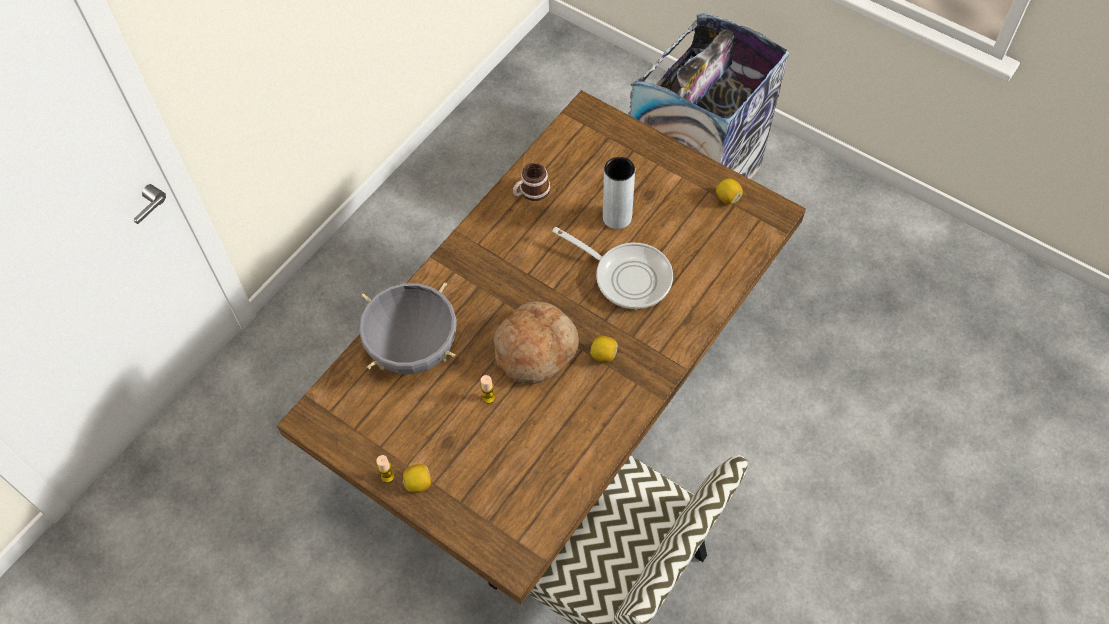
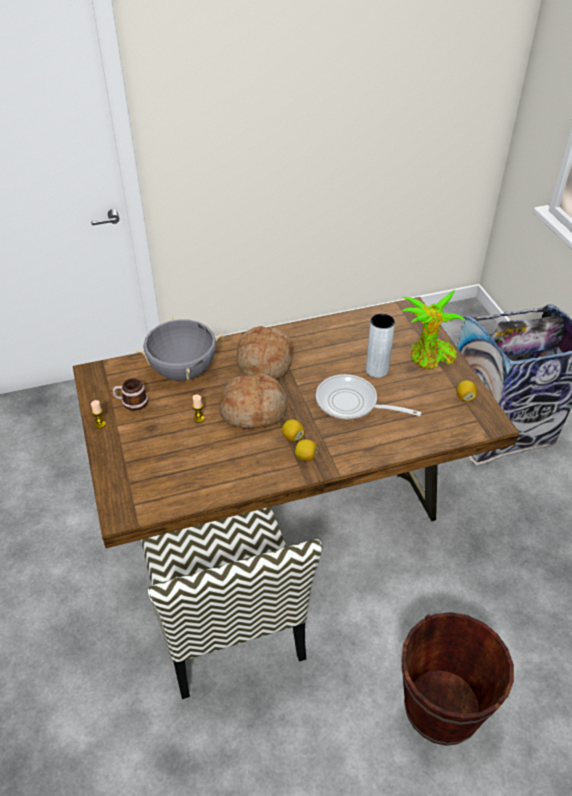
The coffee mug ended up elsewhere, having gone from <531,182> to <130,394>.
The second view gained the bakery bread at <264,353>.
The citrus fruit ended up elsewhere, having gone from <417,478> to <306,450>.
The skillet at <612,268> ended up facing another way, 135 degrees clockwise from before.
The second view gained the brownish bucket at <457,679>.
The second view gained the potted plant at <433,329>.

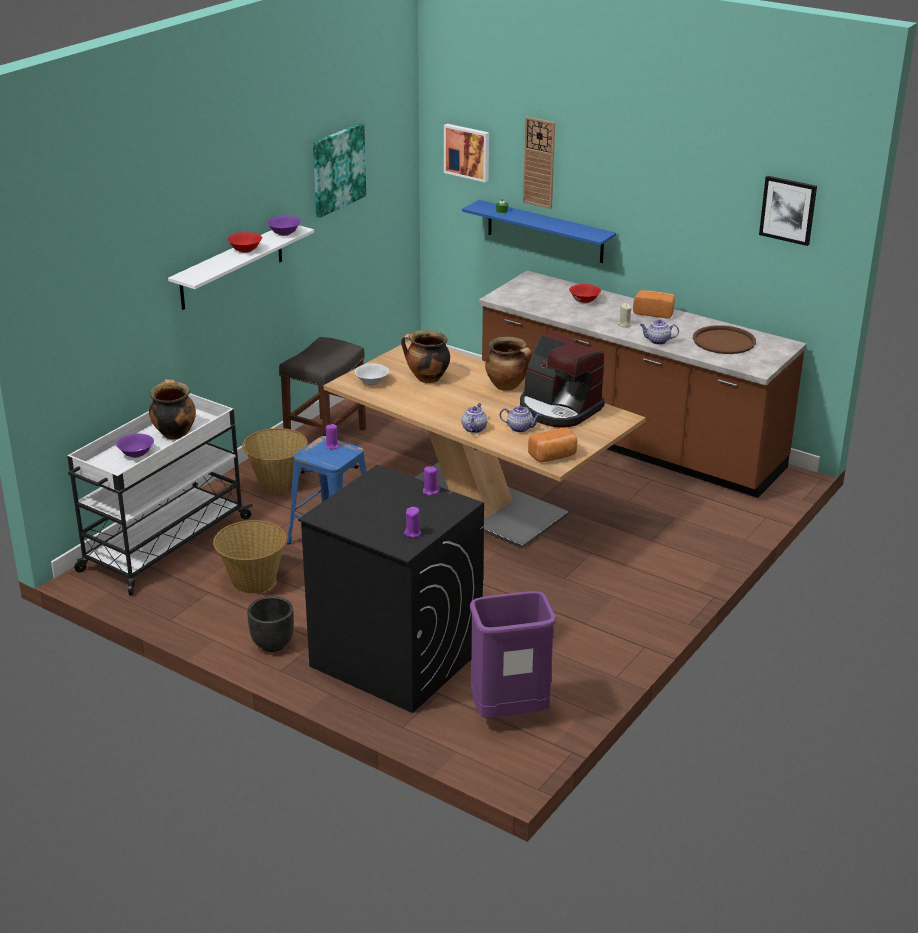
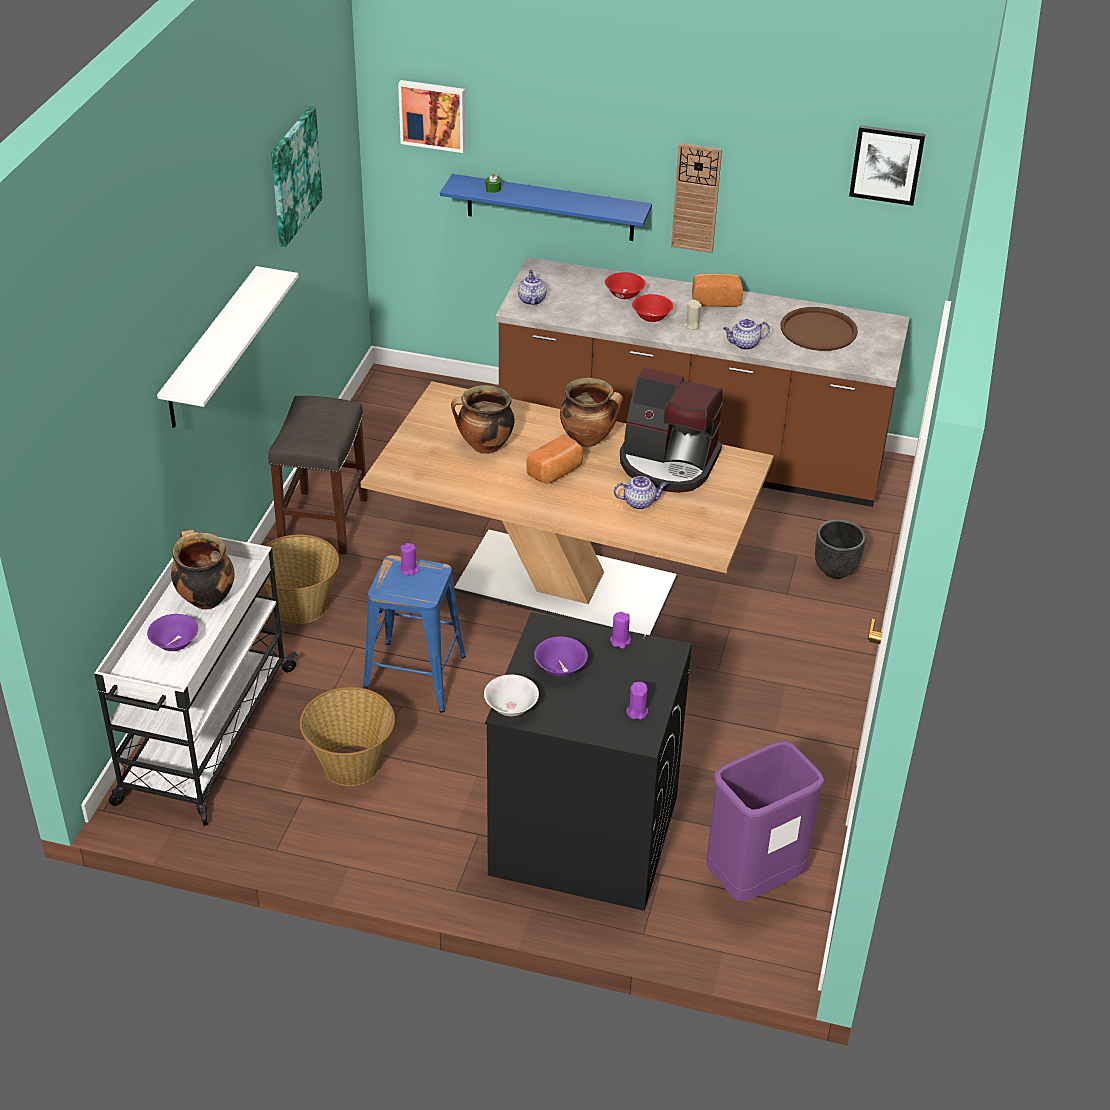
The whitish bowl ended up elsewhere, having gone from <372,374> to <511,695>.
The teapot ended up elsewhere, having gone from <474,418> to <532,287>.
The bakery bread ended up elsewhere, having gone from <553,444> to <554,459>.
The purple bowl ended up elsewhere, having gone from <284,226> to <561,656>.
The red-coloured bowl ended up elsewhere, having gone from <244,242> to <652,308>.
The clock on the wall ended up elsewhere, having gone from <539,163> to <696,198>.
The blackish flower pot ended up elsewhere, having gone from <270,624> to <840,549>.

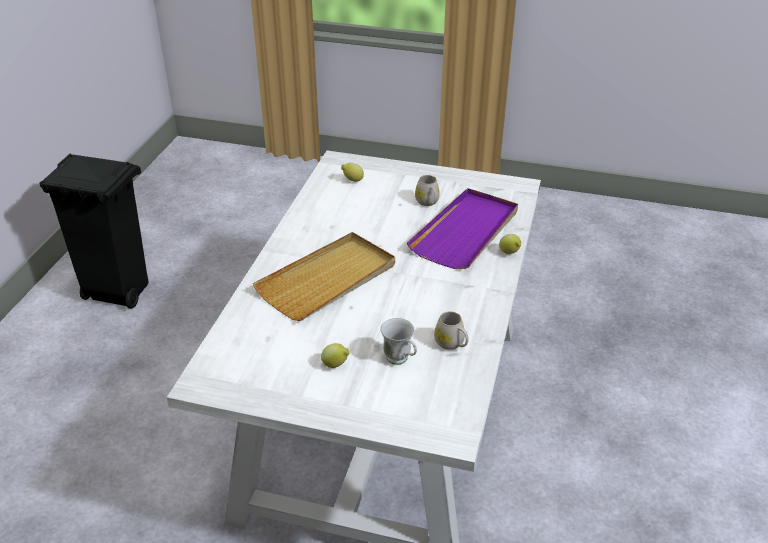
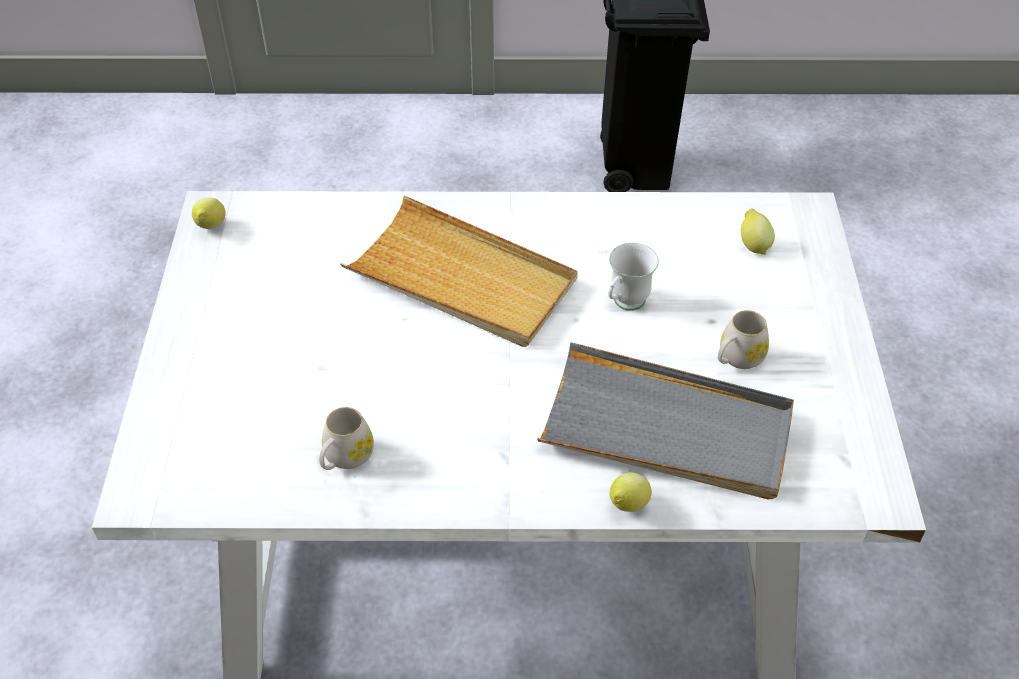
The citrus fruit ended up elsewhere, having gone from <335,355> to <208,213>.
What was the purple serving tray at <462,228> turned into the grey serving tray at <665,420>.
The whitish coffee mug ended up elsewhere, having gone from <399,341> to <633,277>.

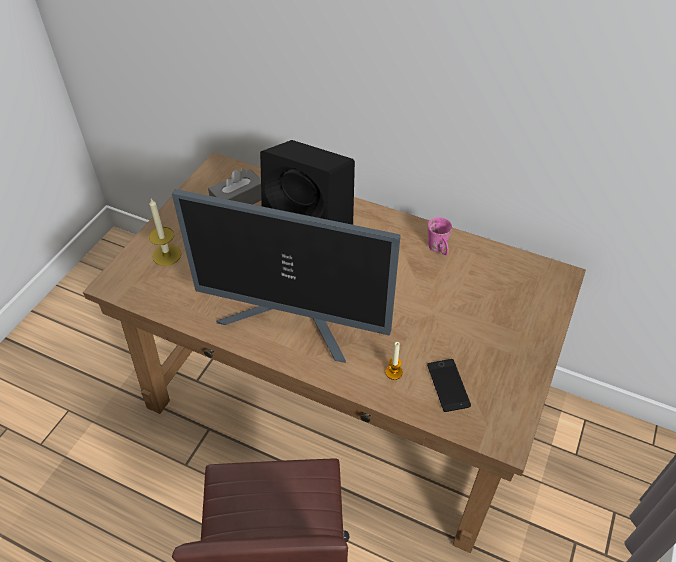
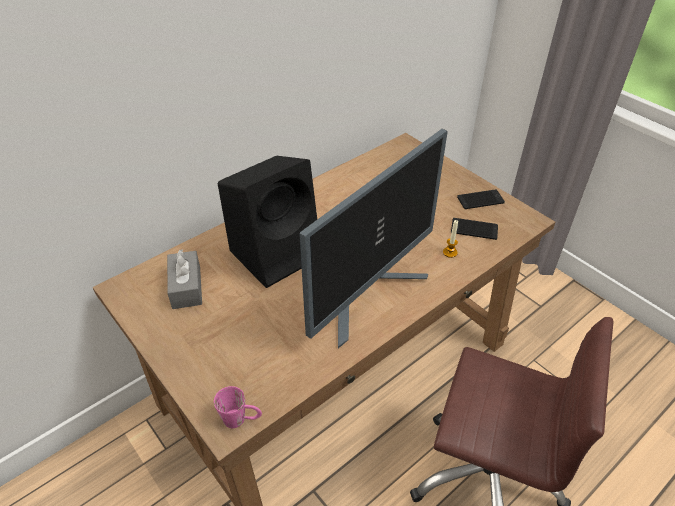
The pinkish coffee mug ended up elsewhere, having gone from <440,236> to <238,407>.
The second view gained the telephone at <481,199>.
The second view lost the candle at <165,232>.

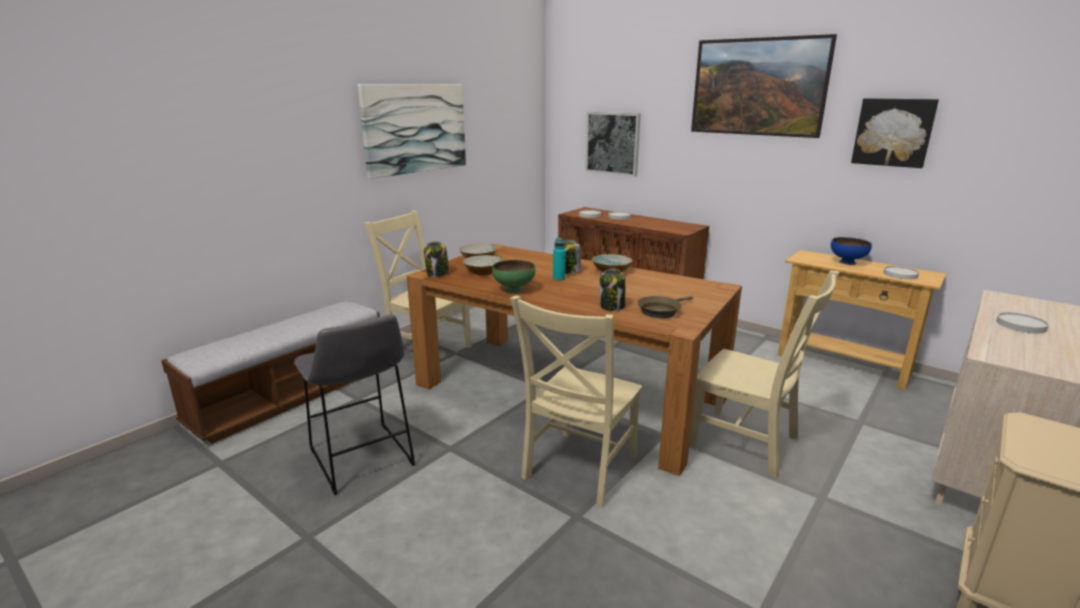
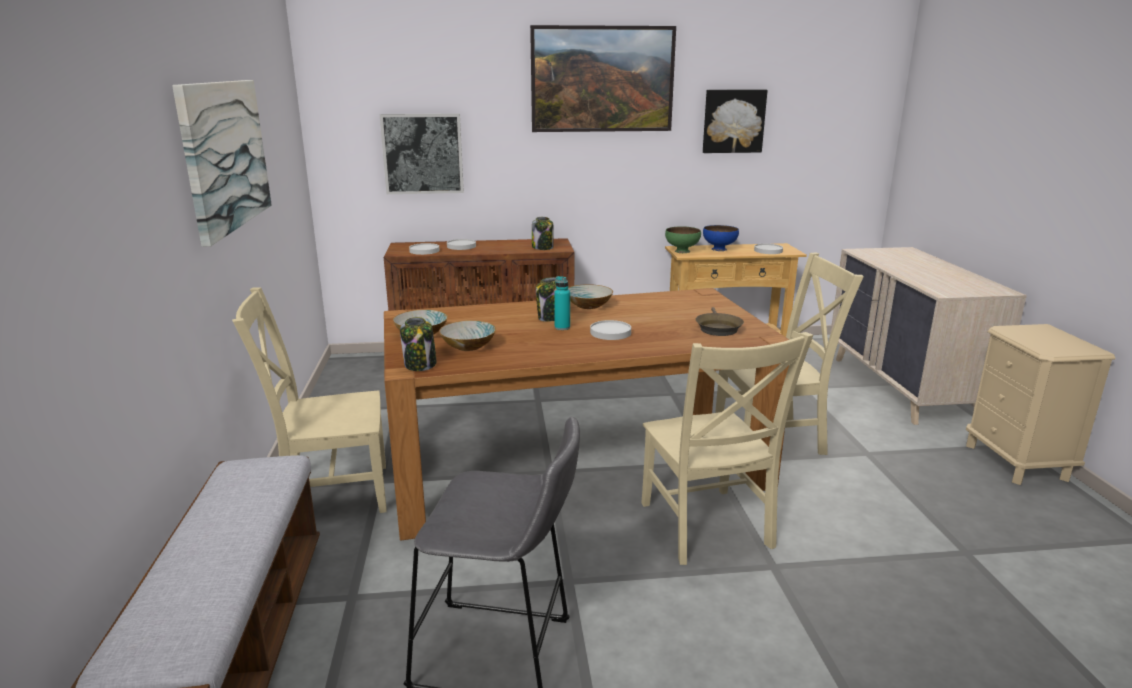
The jar ended up elsewhere, having gone from <612,290> to <543,233>.
The whitish dinner plate ended up elsewhere, having gone from <1022,322> to <610,330>.
The greenish bowl ended up elsewhere, having gone from <513,277> to <683,239>.

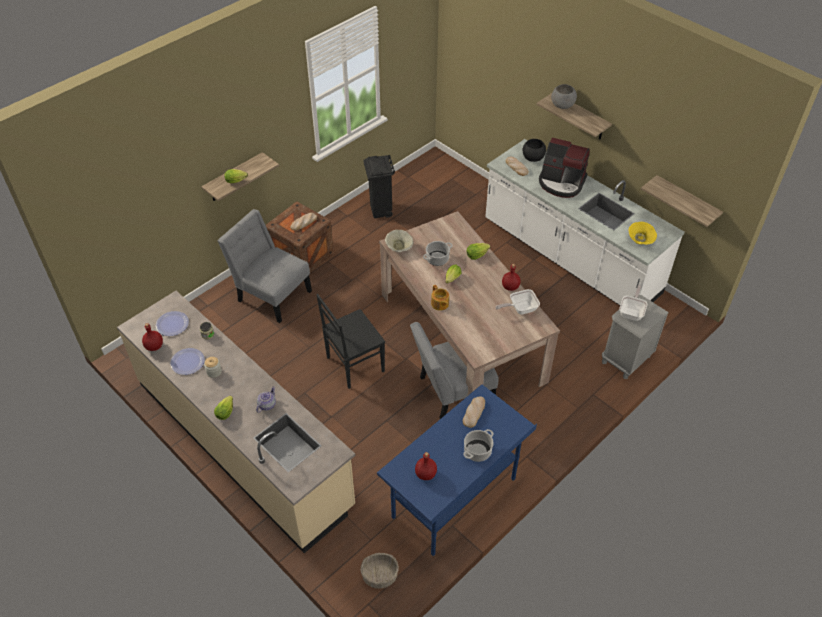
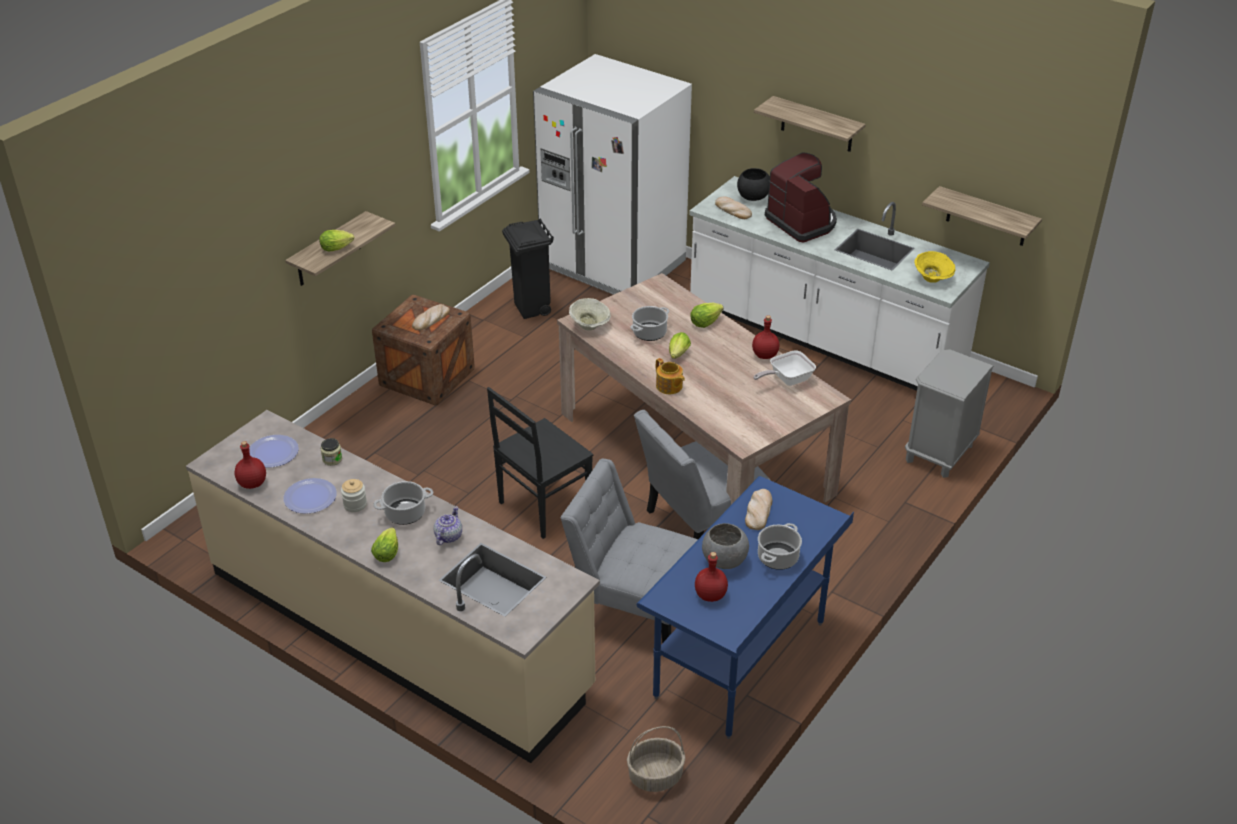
The second view gained the saucepot at <403,503>.
The second view gained the whitish refrigerator at <612,174>.
The grey chair ended up elsewhere, having gone from <264,266> to <629,551>.
The grey bowl ended up elsewhere, having gone from <564,96> to <725,546>.
The coffee machine at <564,167> ended up facing another way, 135 degrees counterclockwise from before.
The second view lost the skillet at <633,303>.

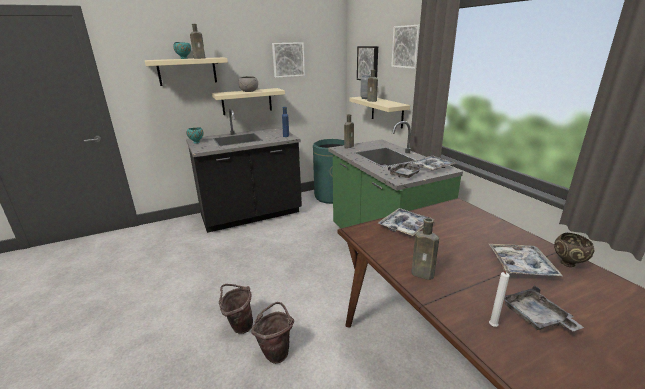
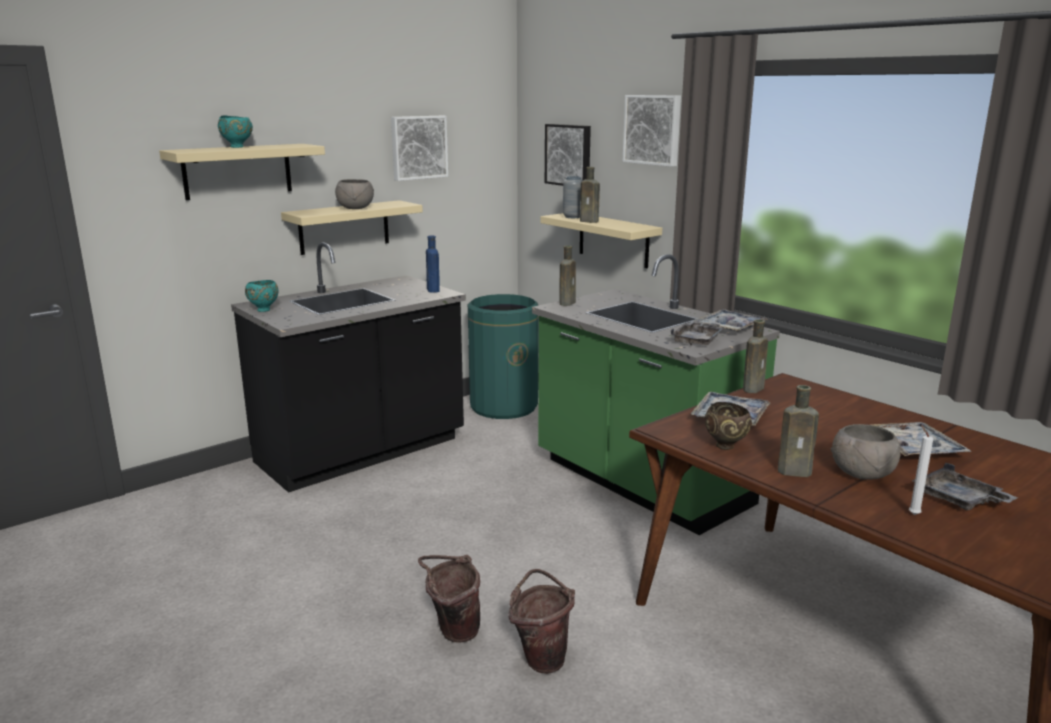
The brownish bowl ended up elsewhere, having gone from <574,250> to <728,426>.
The brownish beverage bottle ended up elsewhere, having gone from <198,41> to <755,356>.
The second view gained the grey bowl at <866,452>.

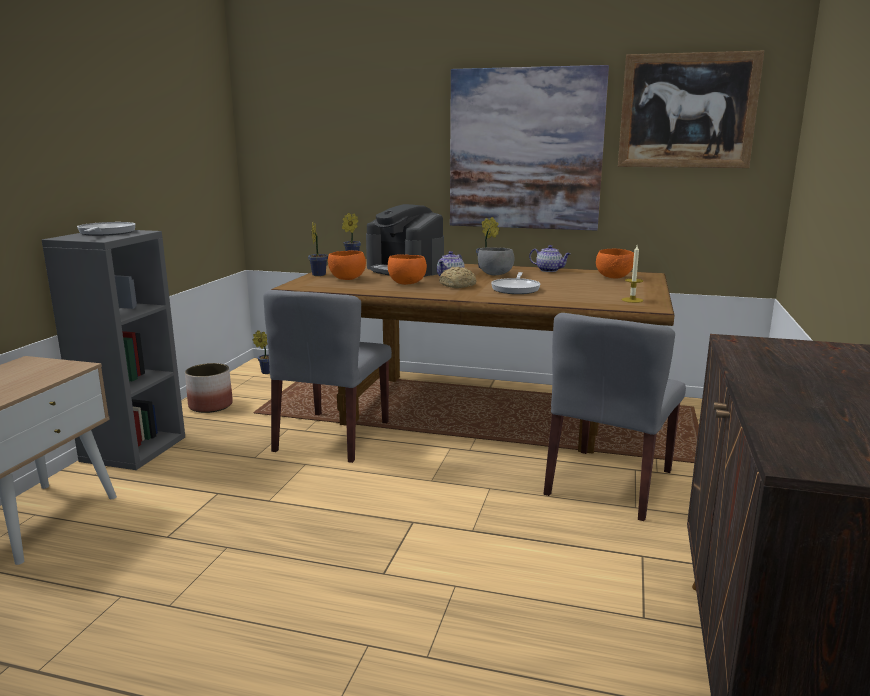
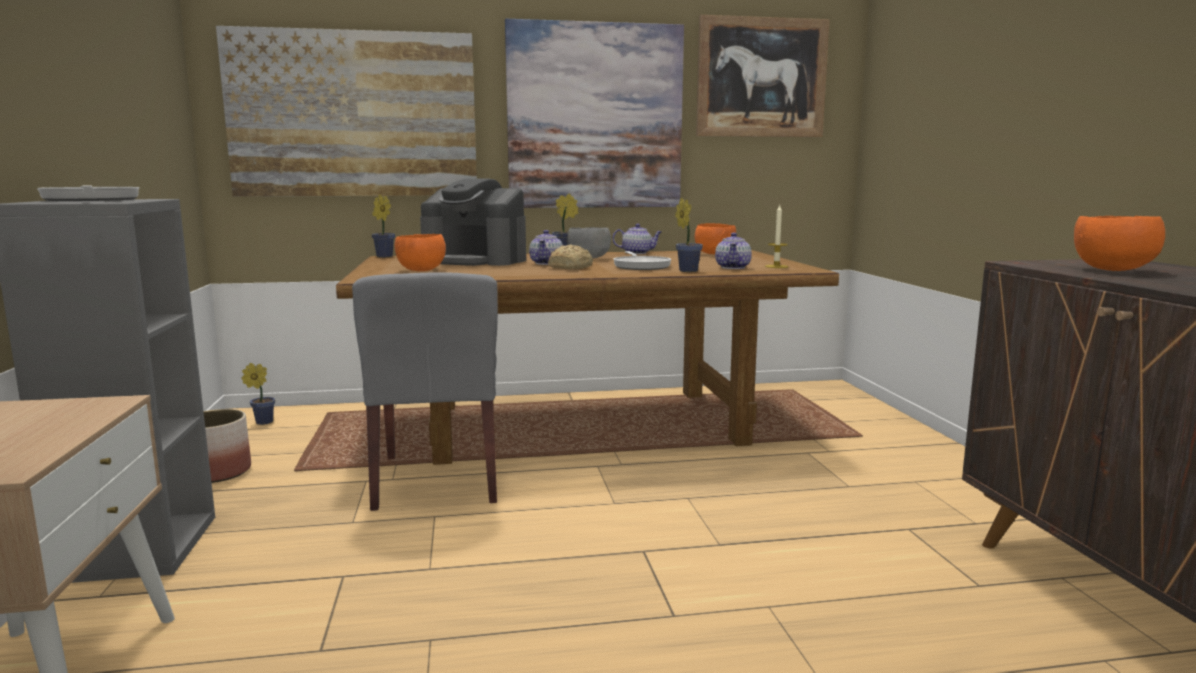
The second view gained the picture at <346,111>.
The potted plant ended up elsewhere, having gone from <318,249> to <689,235>.
The second view gained the teapot at <733,251>.
The orange-coloured bowl ended up elsewhere, having gone from <407,269> to <1119,243>.
The second view lost the grey chair at <615,417>.

